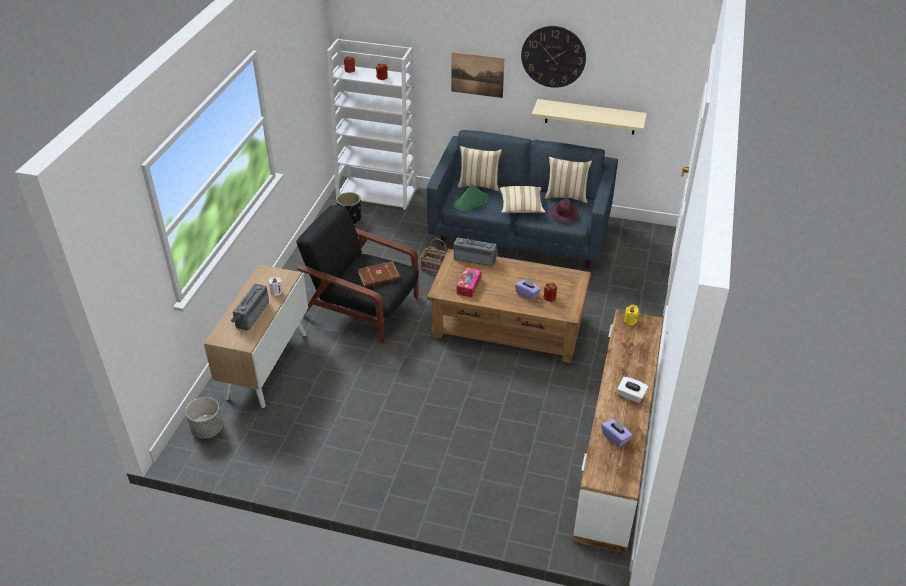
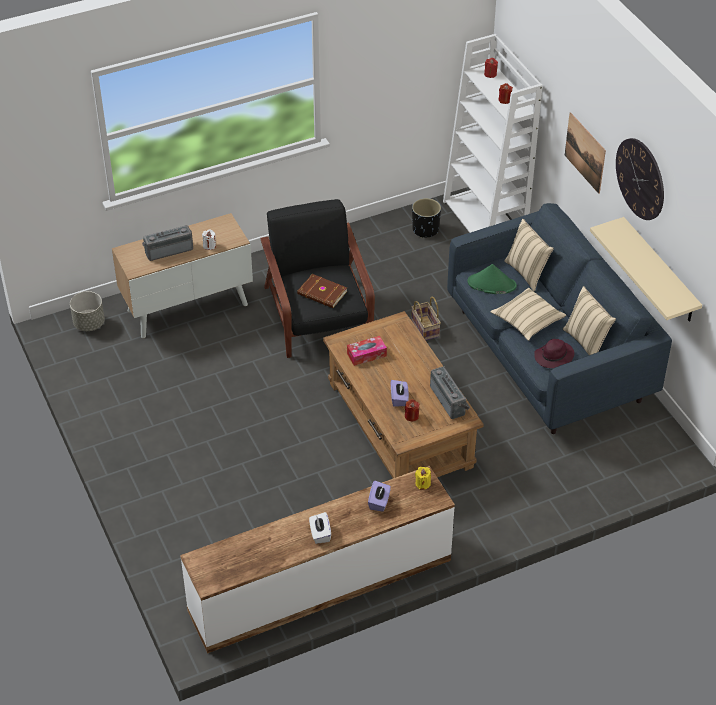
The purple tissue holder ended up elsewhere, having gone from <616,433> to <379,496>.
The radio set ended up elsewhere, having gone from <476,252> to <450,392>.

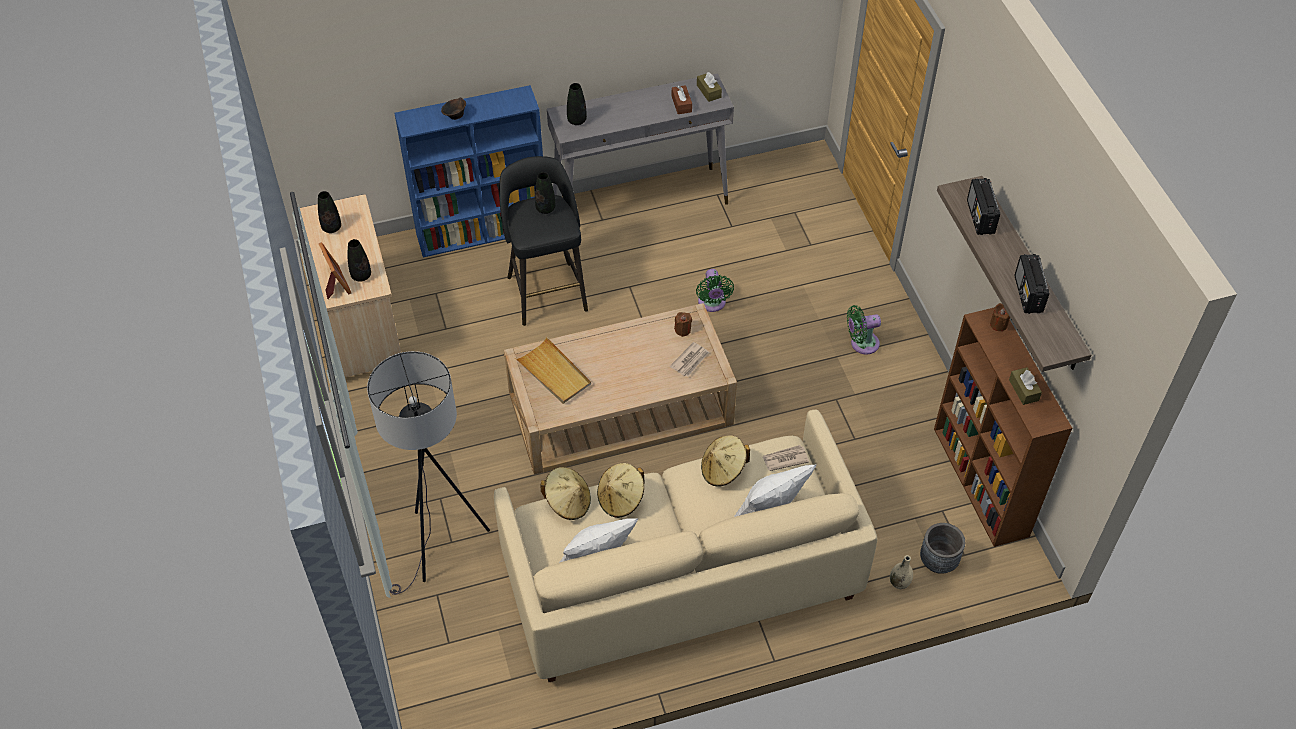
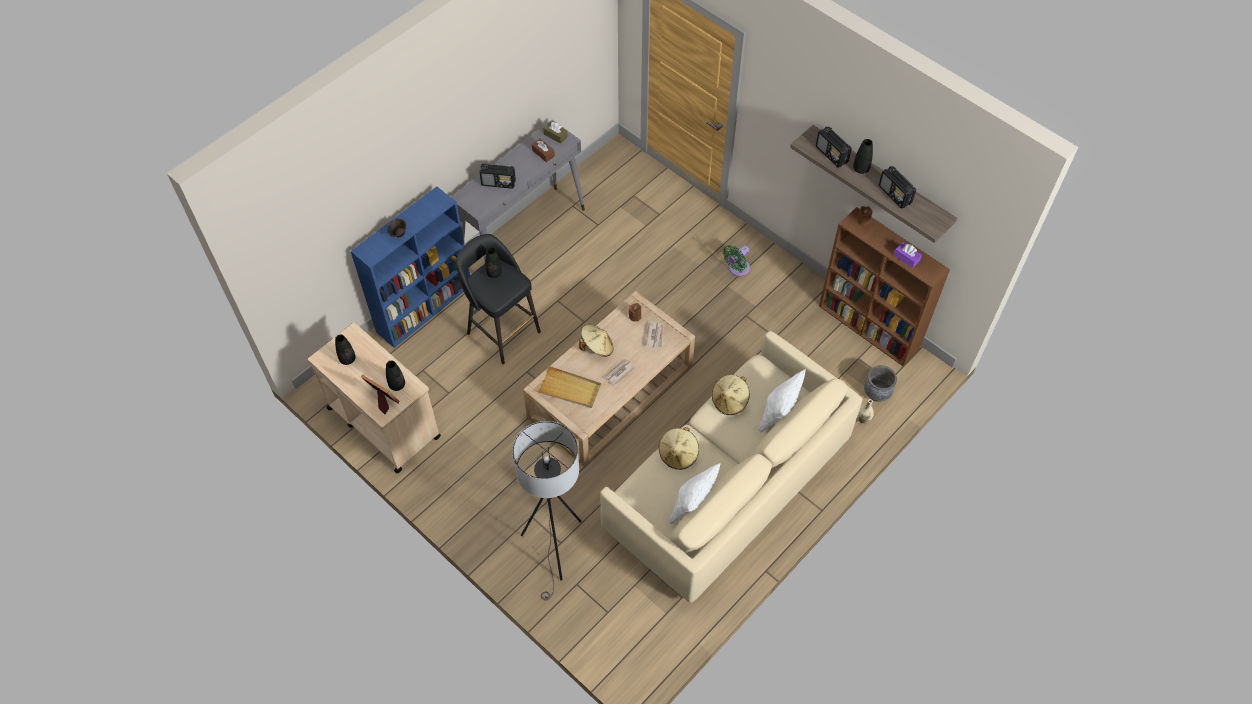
The second view gained the radio set at <498,176>.
The beige-coloured wearable hat ended up elsewhere, having gone from <565,493> to <596,341>.
The newspaper ended up elsewhere, having gone from <785,458> to <619,372>.
The blackish decorative vase ended up elsewhere, having gone from <577,104> to <863,156>.
What was the brownish tissue holder at <1025,386> turned into the purple tissue holder at <908,255>.
The second view lost the greenish electric fan at <715,290>.

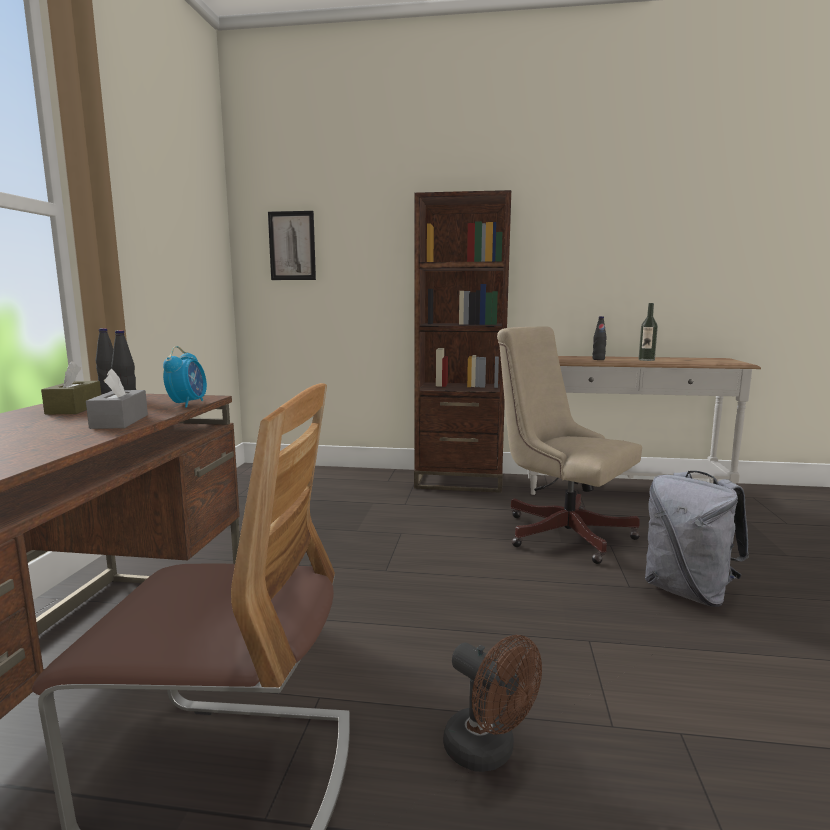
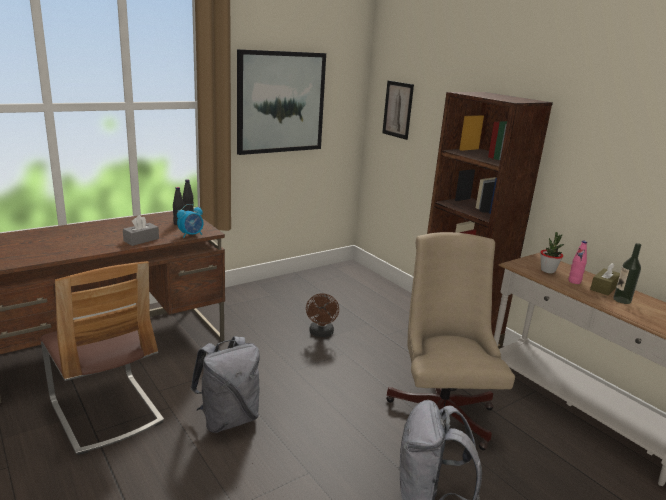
The second view gained the grey backpack at <225,384>.
The second view gained the picture at <281,102>.
The brownish electric fan ended up elsewhere, having gone from <492,703> to <322,315>.
The second view gained the potted plant at <552,252>.
What was the blackish beverage bottle at <599,338> turned into the pinkish beverage bottle at <577,262>.
The brownish tissue holder ended up elsewhere, having gone from <71,388> to <605,279>.

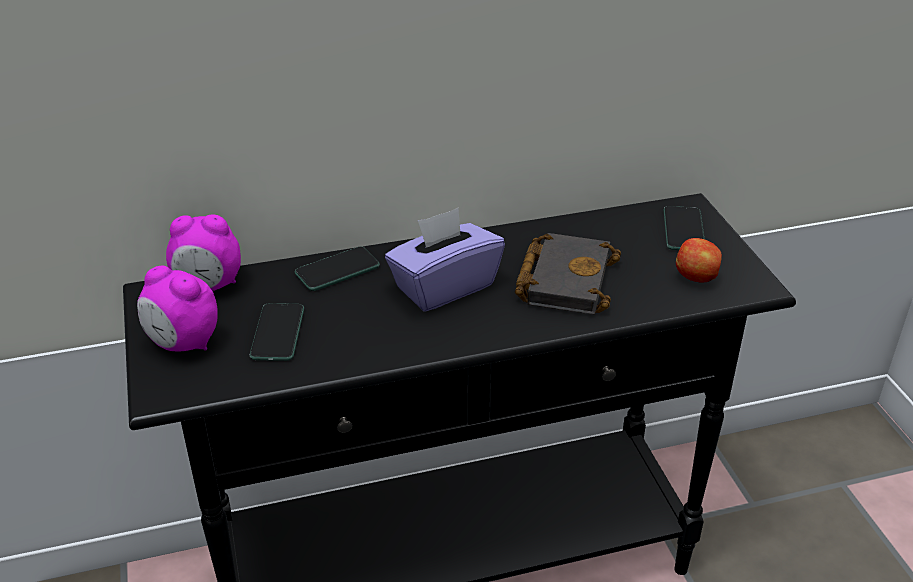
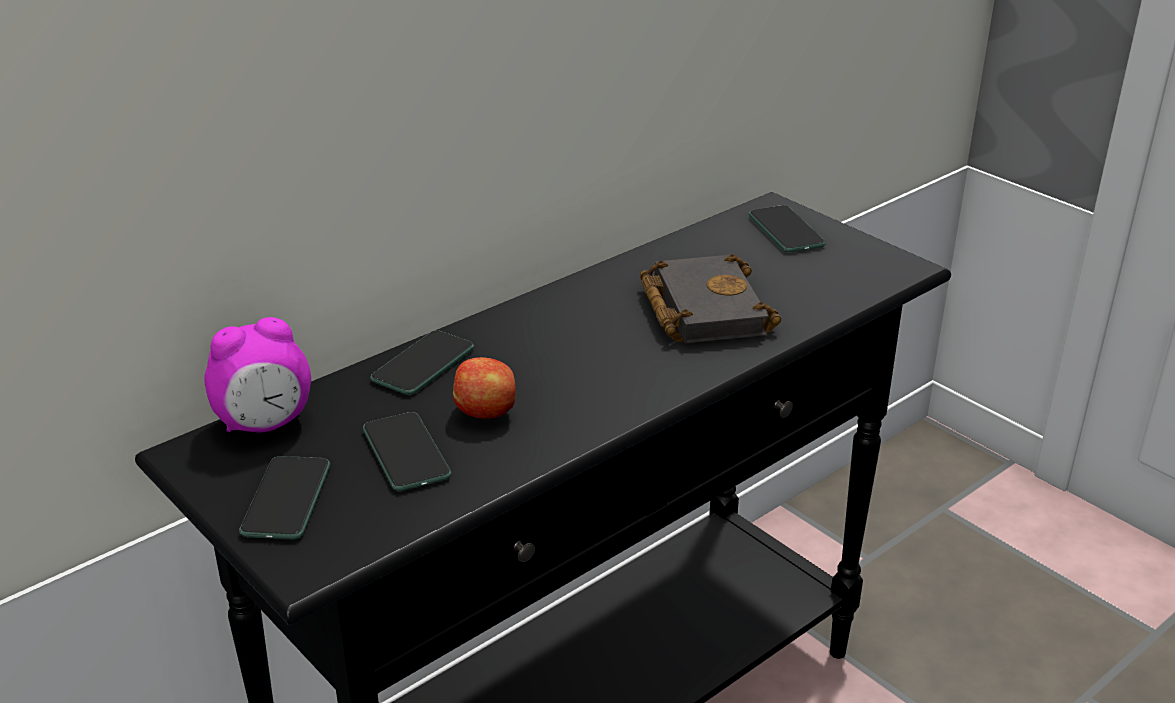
Where the bedside clock stood at <177,308>, the telephone came to stand at <285,498>.
The apple fruit ended up elsewhere, having gone from <699,260> to <484,388>.
The second view lost the purple tissue holder at <445,260>.

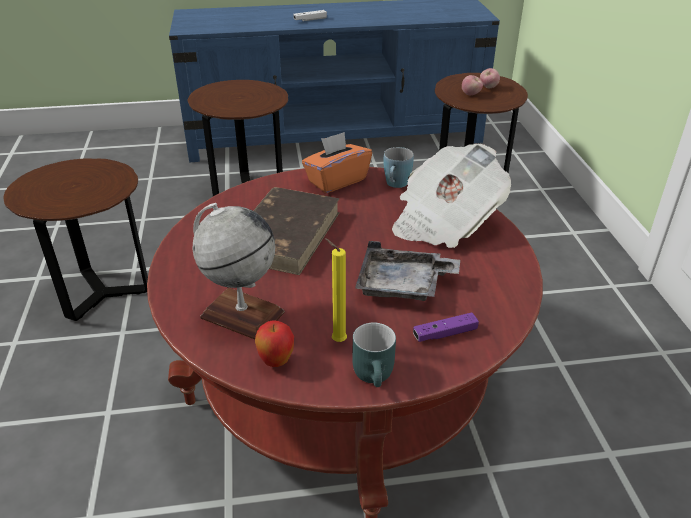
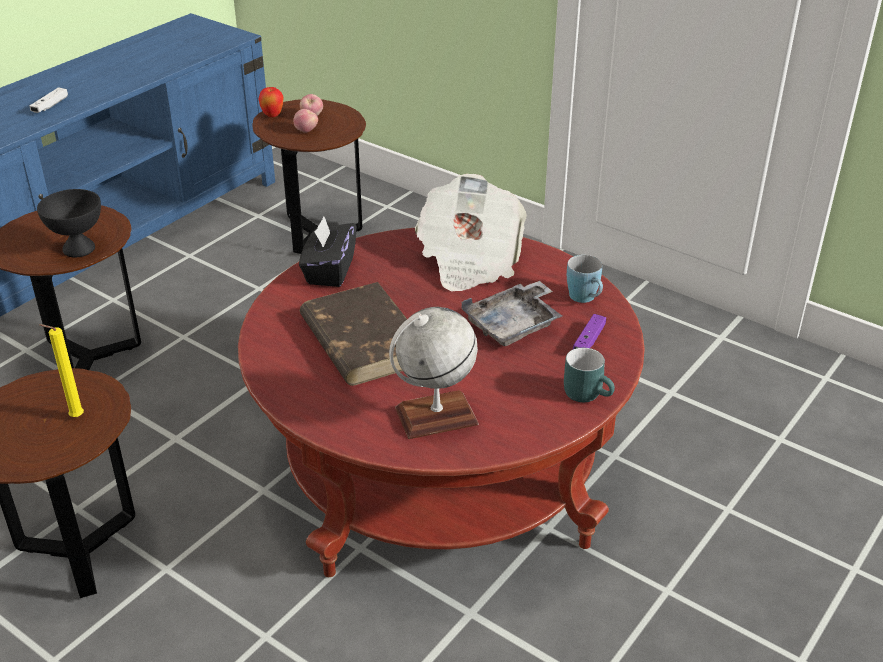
The second view gained the blackish bowl at <69,223>.
The yellow candle ended up elsewhere, having gone from <336,290> to <61,370>.
The apple fruit ended up elsewhere, having gone from <274,343> to <271,102>.
What was the orange-coloured tissue holder at <337,162> turned into the blackish tissue holder at <328,252>.
The bluish coffee mug ended up elsewhere, having gone from <399,167> to <585,279>.

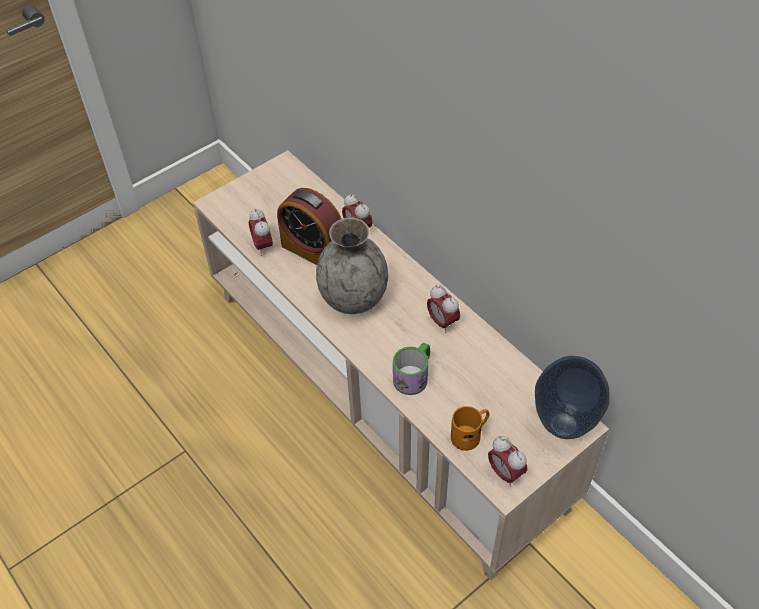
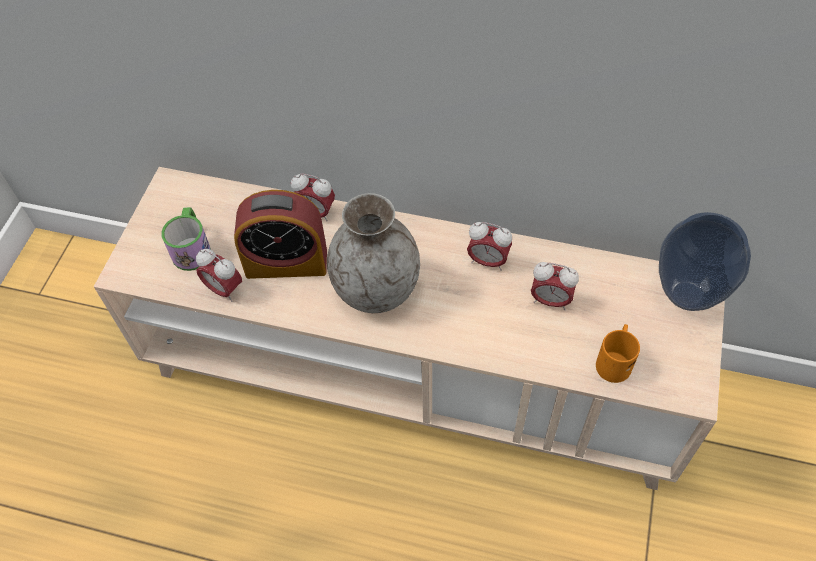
The coffee mug ended up elsewhere, having gone from <411,368> to <186,239>.
The bedside clock ended up elsewhere, having gone from <507,461> to <555,286>.

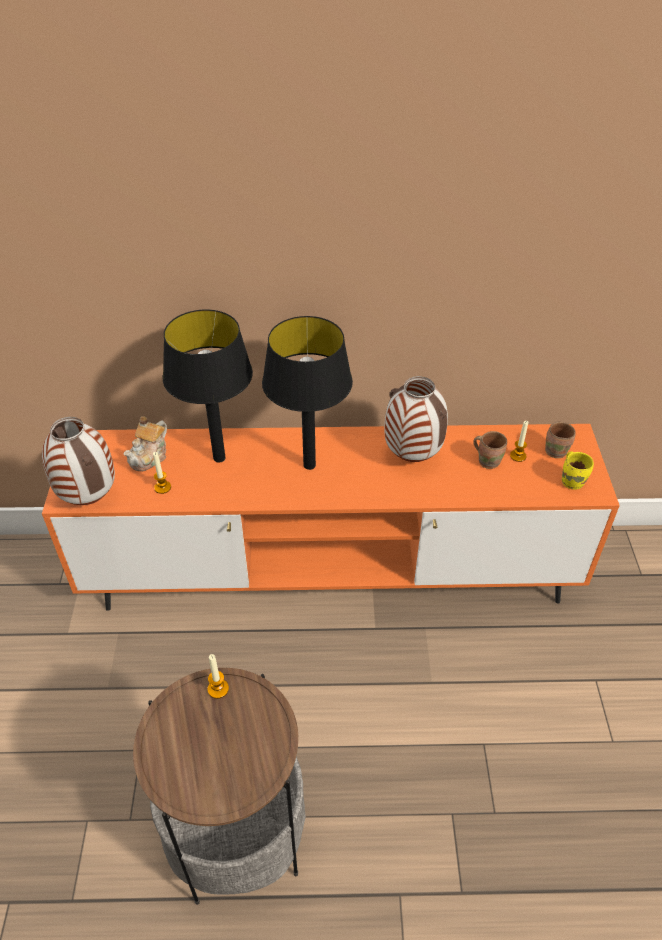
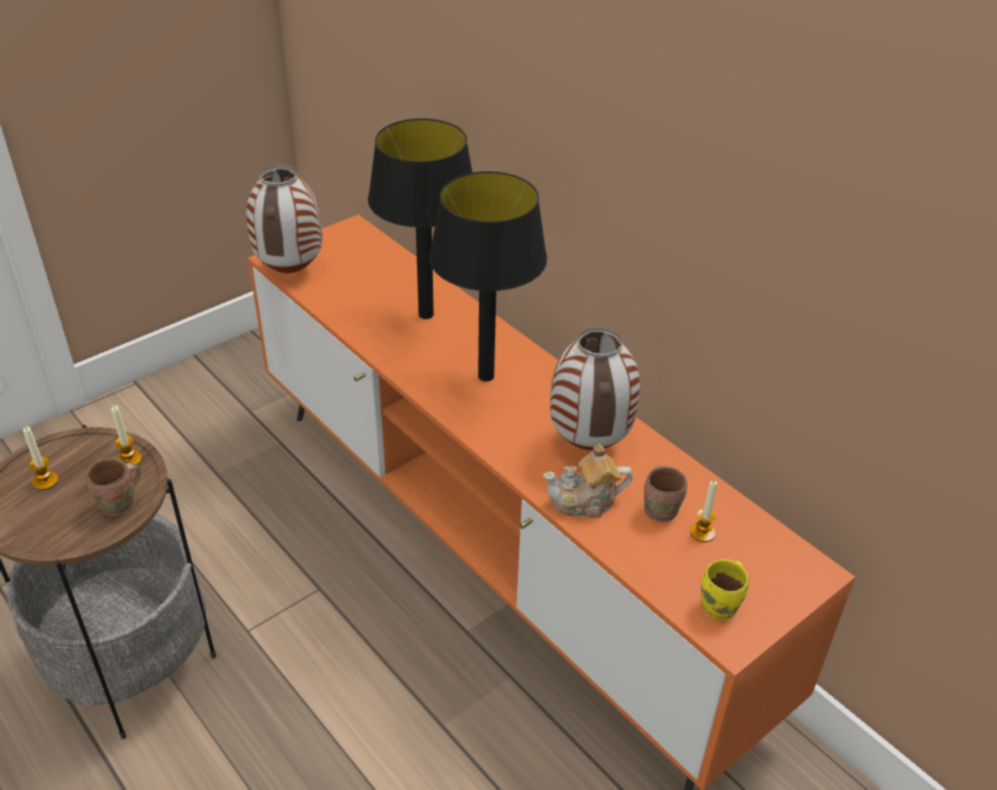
The candle ended up elsewhere, having gone from <162,473> to <40,458>.
The brownish coffee mug ended up elsewhere, having gone from <560,439> to <113,487>.
The teapot ended up elsewhere, having gone from <145,443> to <588,481>.

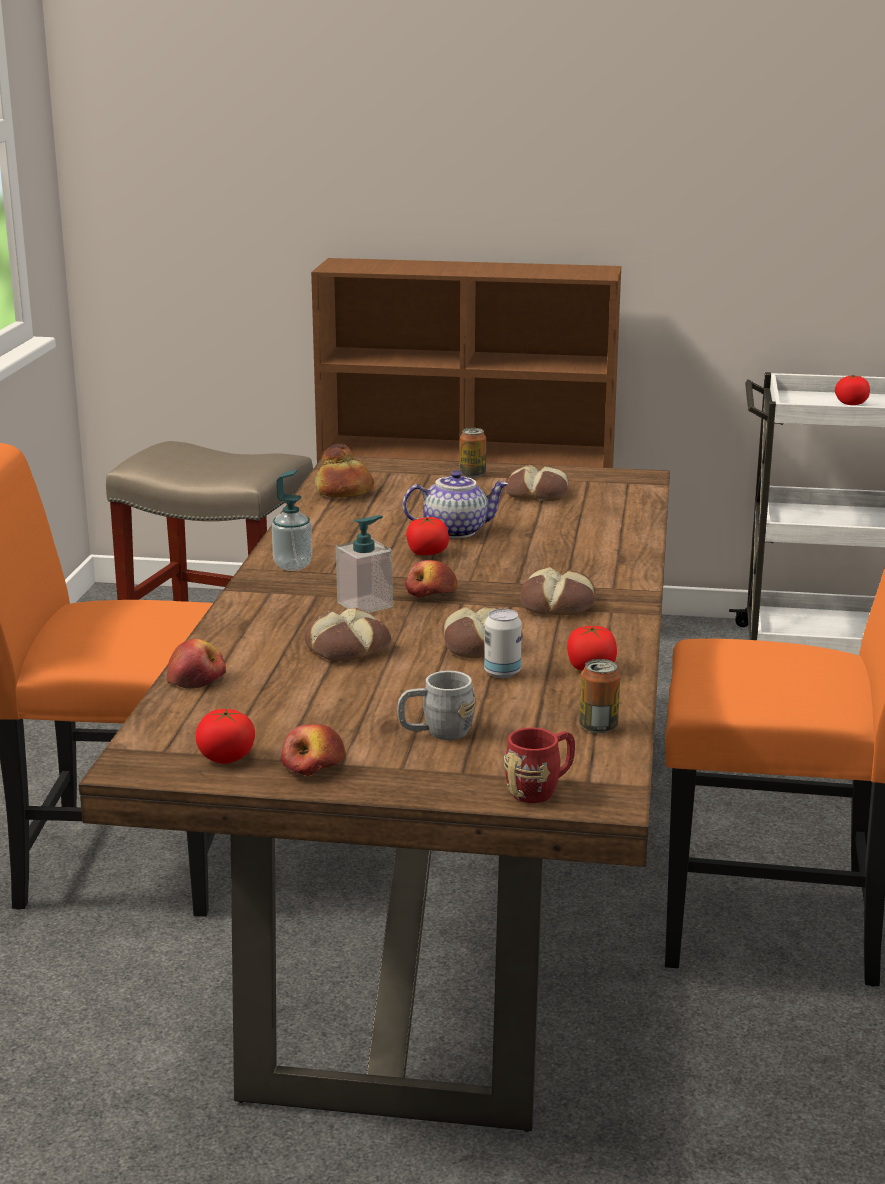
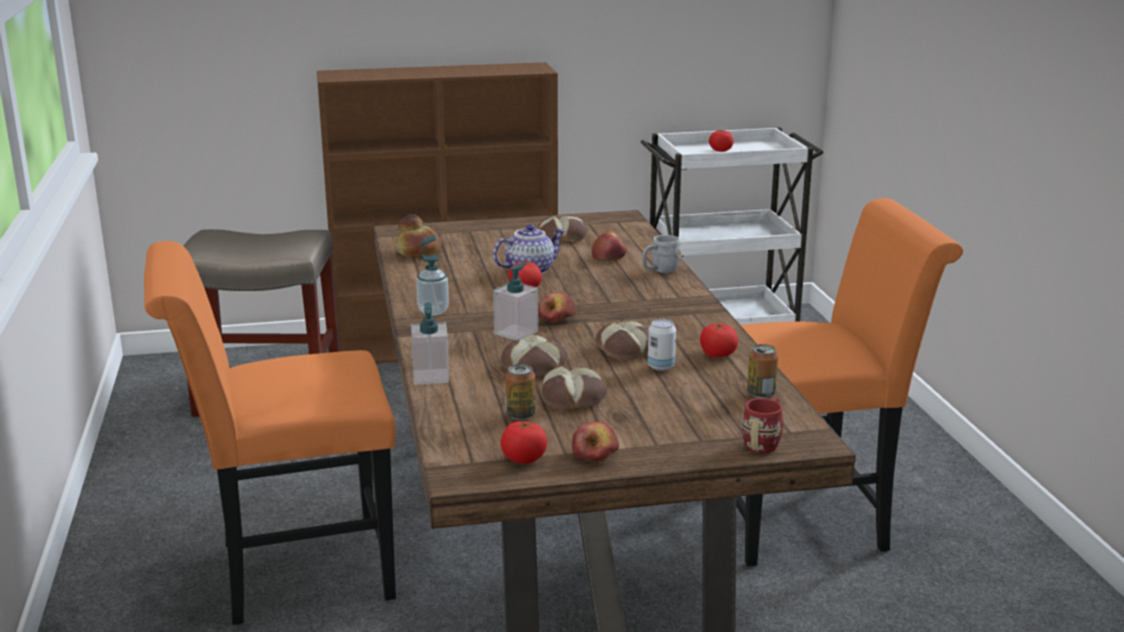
The second view gained the liquid soap bottle at <430,343>.
The can ended up elsewhere, having gone from <473,453> to <520,392>.
The bakery bread ended up elsewhere, having gone from <558,591> to <574,387>.
The apple fruit ended up elsewhere, having gone from <196,664> to <609,246>.
The grey coffee mug ended up elsewhere, having gone from <436,705> to <661,254>.

